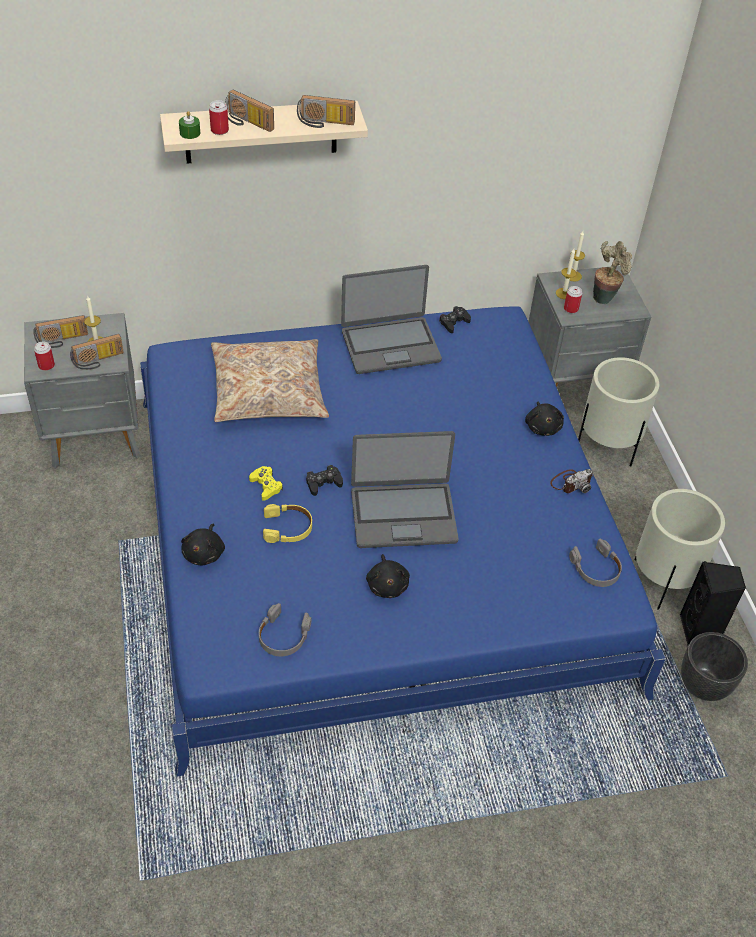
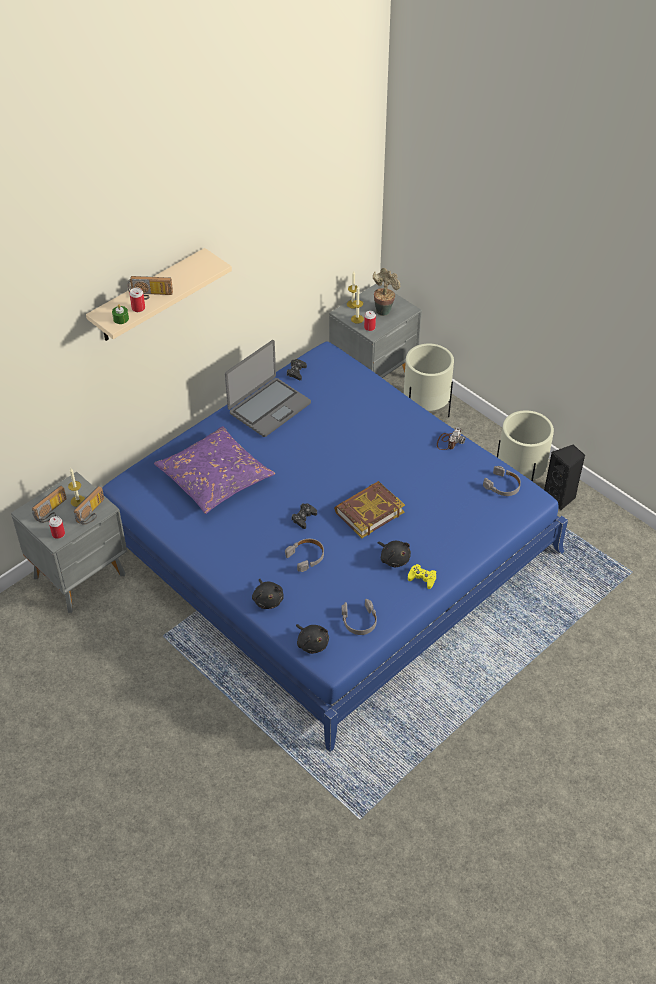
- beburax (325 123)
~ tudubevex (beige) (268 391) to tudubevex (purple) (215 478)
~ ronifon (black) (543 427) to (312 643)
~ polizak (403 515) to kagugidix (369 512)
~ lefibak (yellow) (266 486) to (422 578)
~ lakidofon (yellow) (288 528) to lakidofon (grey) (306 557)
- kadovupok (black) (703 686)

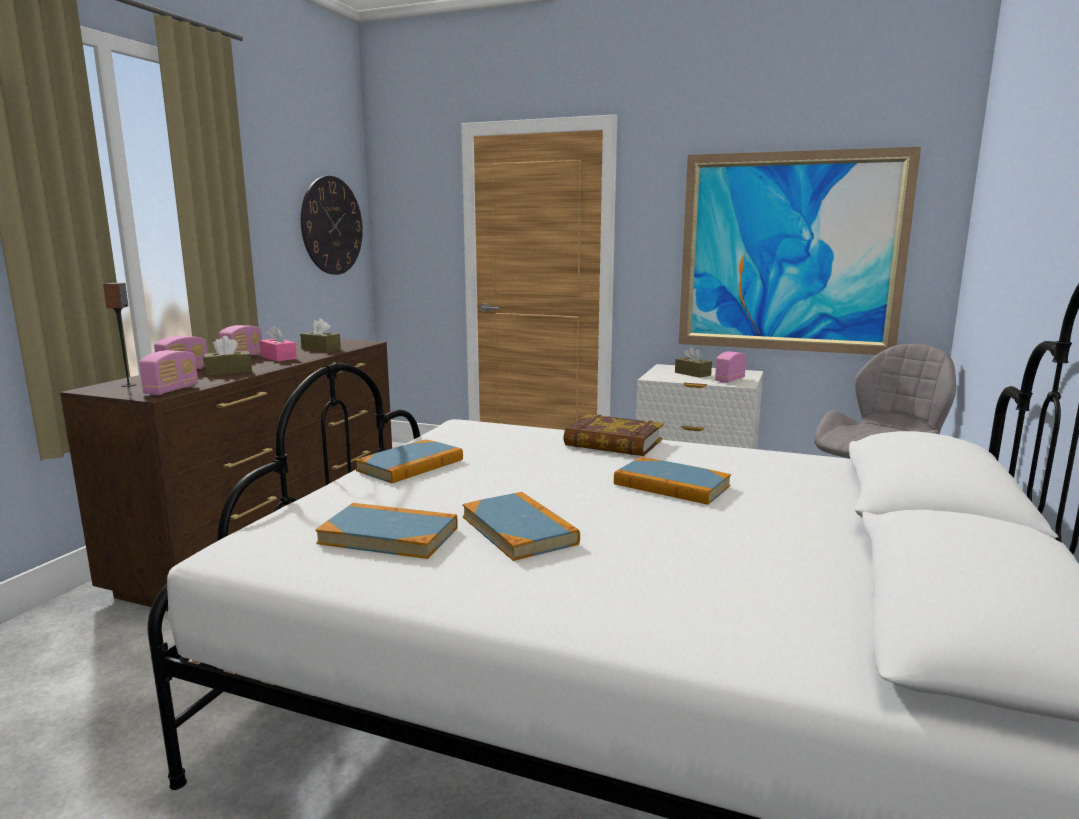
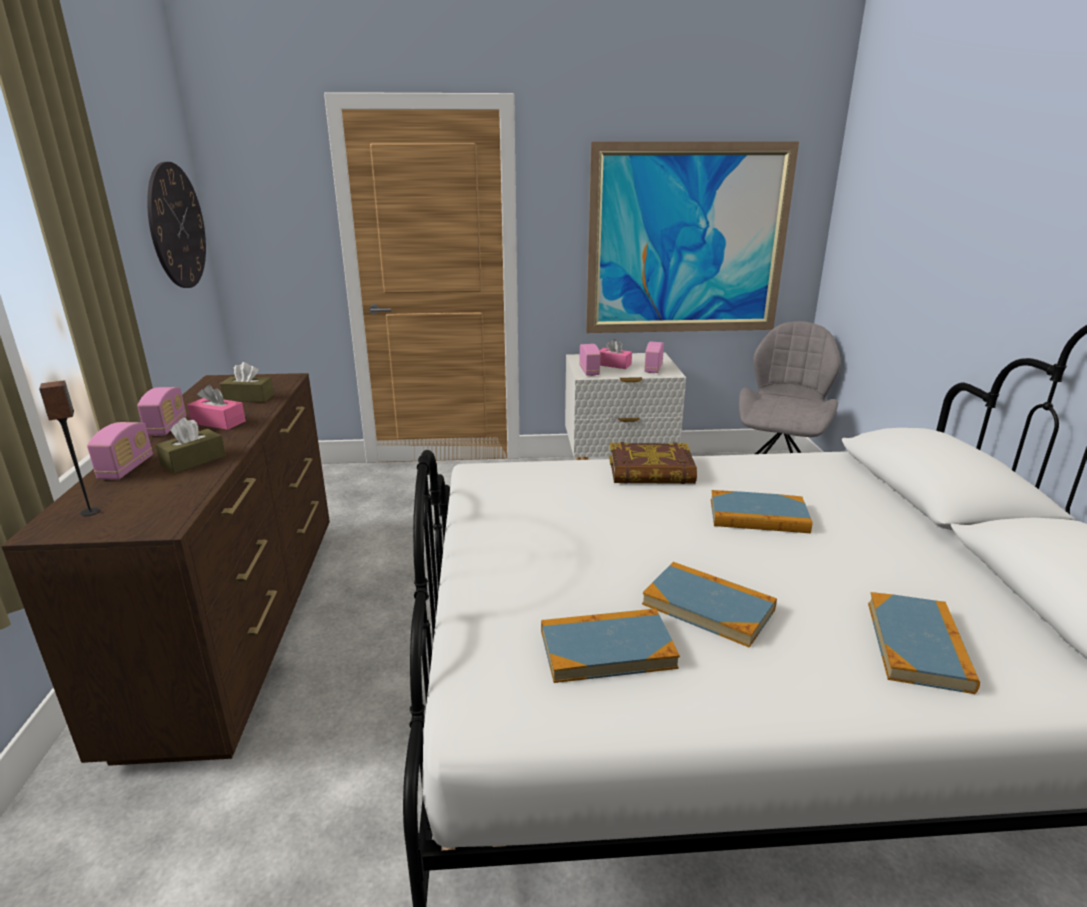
~ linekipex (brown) (692 374) to linekipex (pink) (613 365)
~ beburax (171 390) to (589 371)
~ kagugidix (410 465) to (917 645)

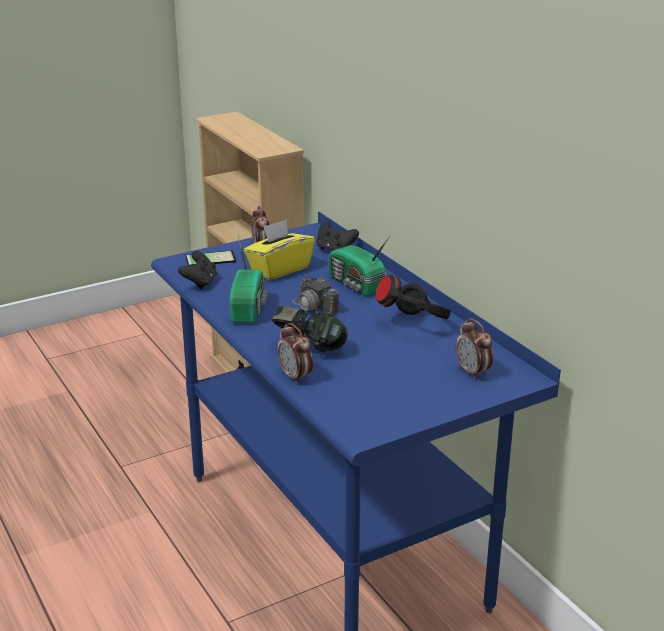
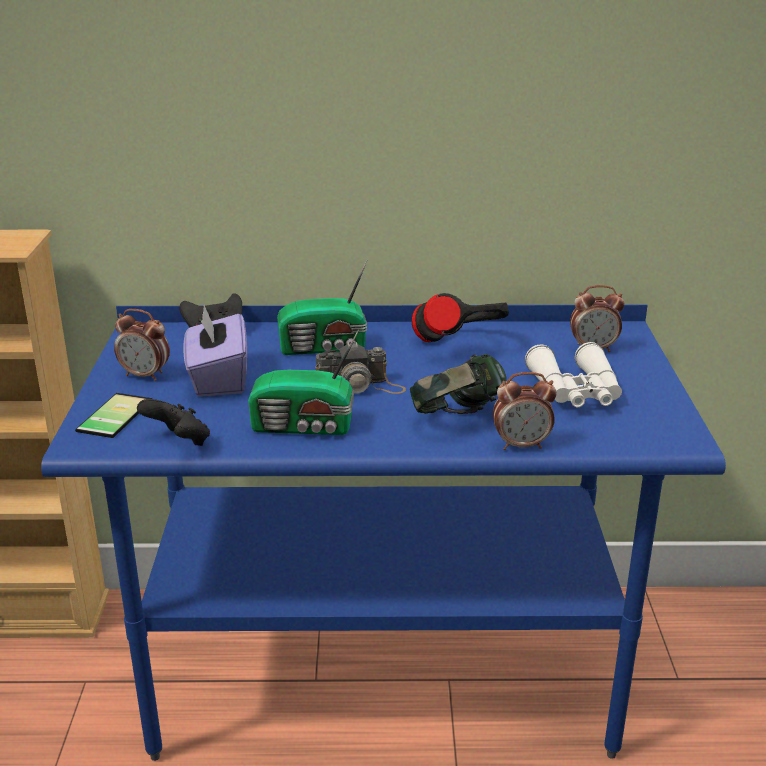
~ linekipex (yellow) (279 269) to linekipex (purple) (218 379)
~ beburax (249 308) = (305 427) 150 degrees clockwise
+ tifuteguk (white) (576 392)

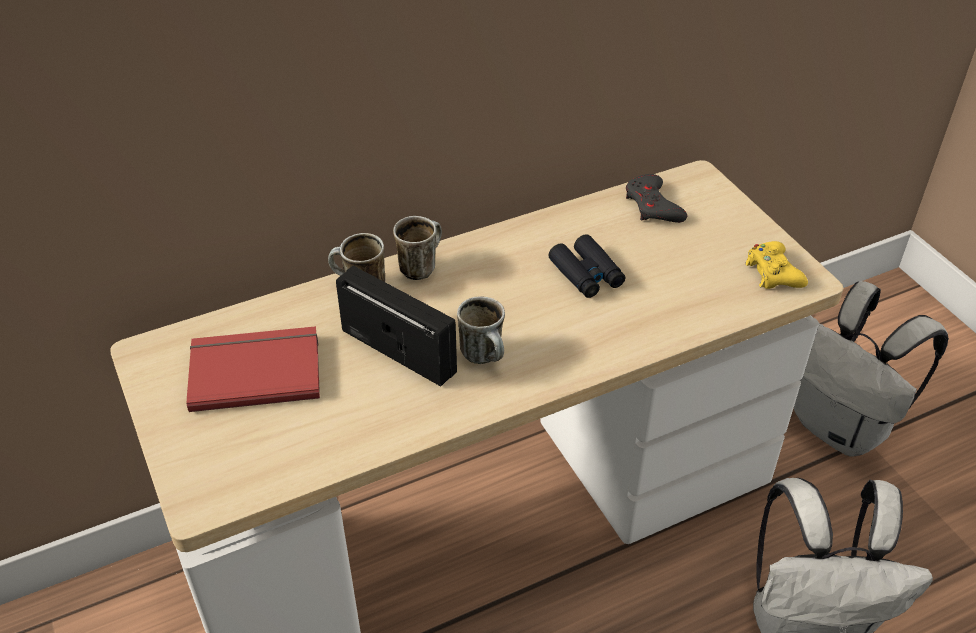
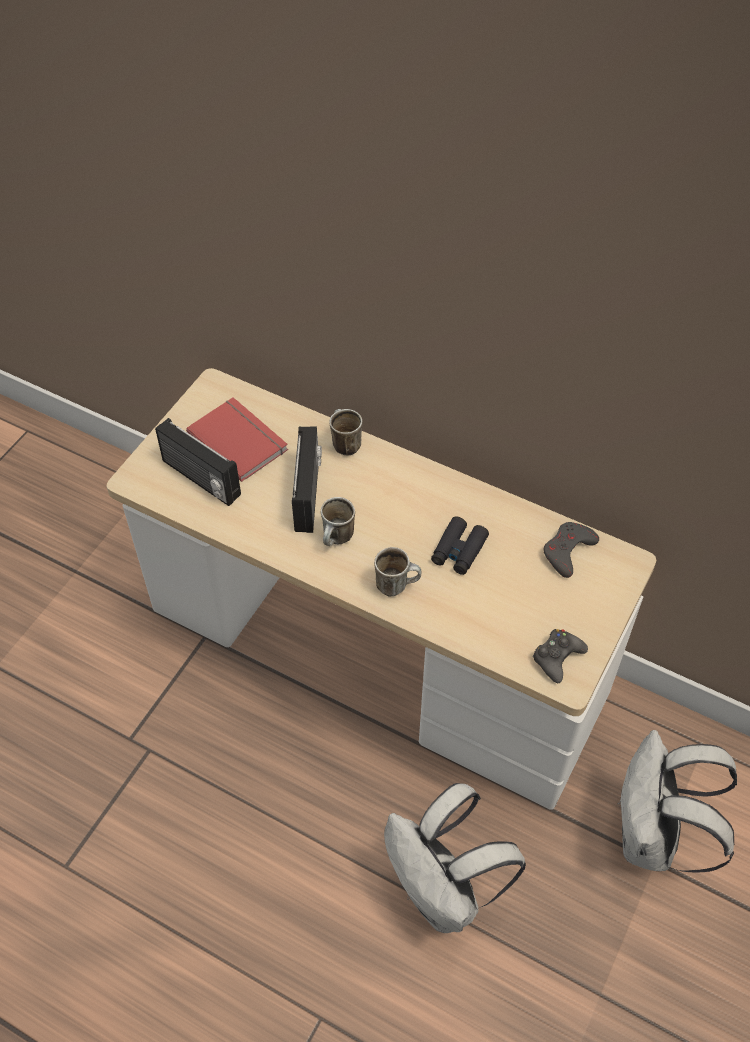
~ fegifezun (420 266) to (397 585)
~ lefibak (yellow) (773 273) to lefibak (black) (557 657)
+ beburax (200 479)

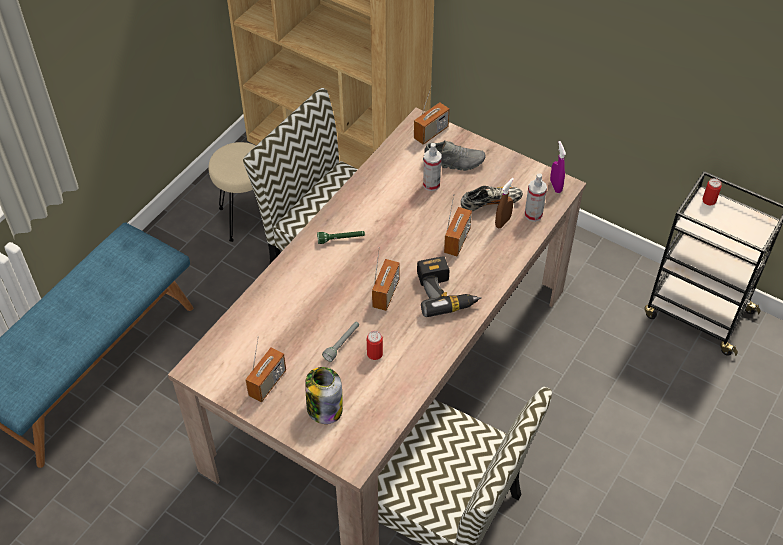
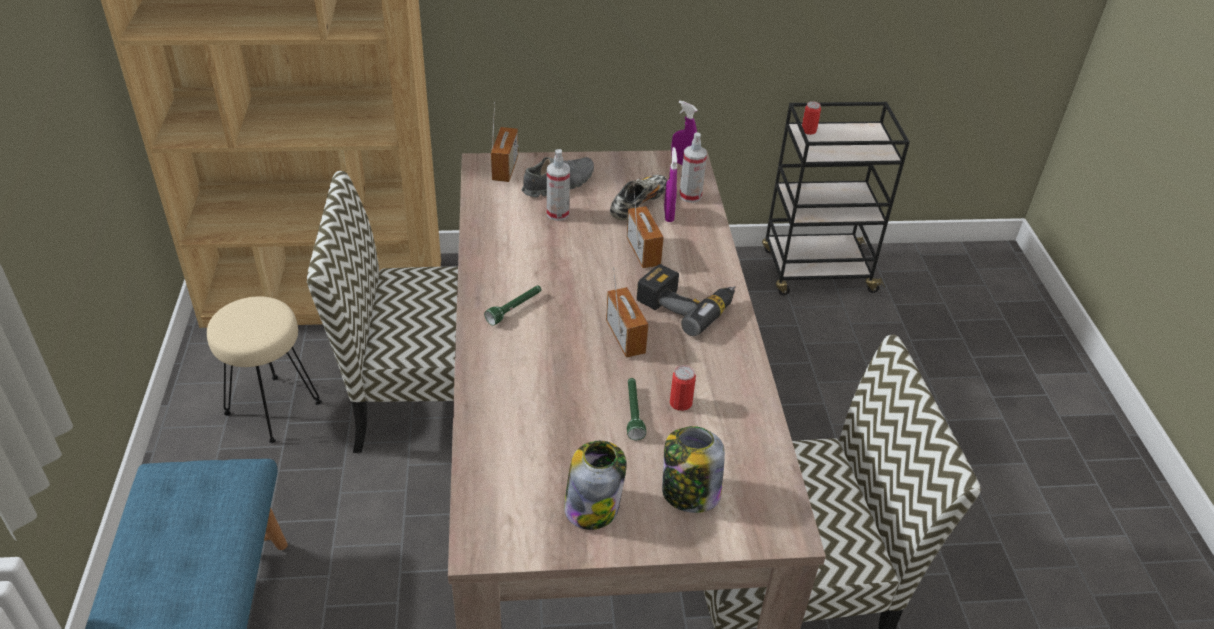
~ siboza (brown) (503 222) to siboza (purple) (668 215)
~ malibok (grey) (342 343) to malibok (green) (633 413)
~ beburax (267 383) to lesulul (592 507)

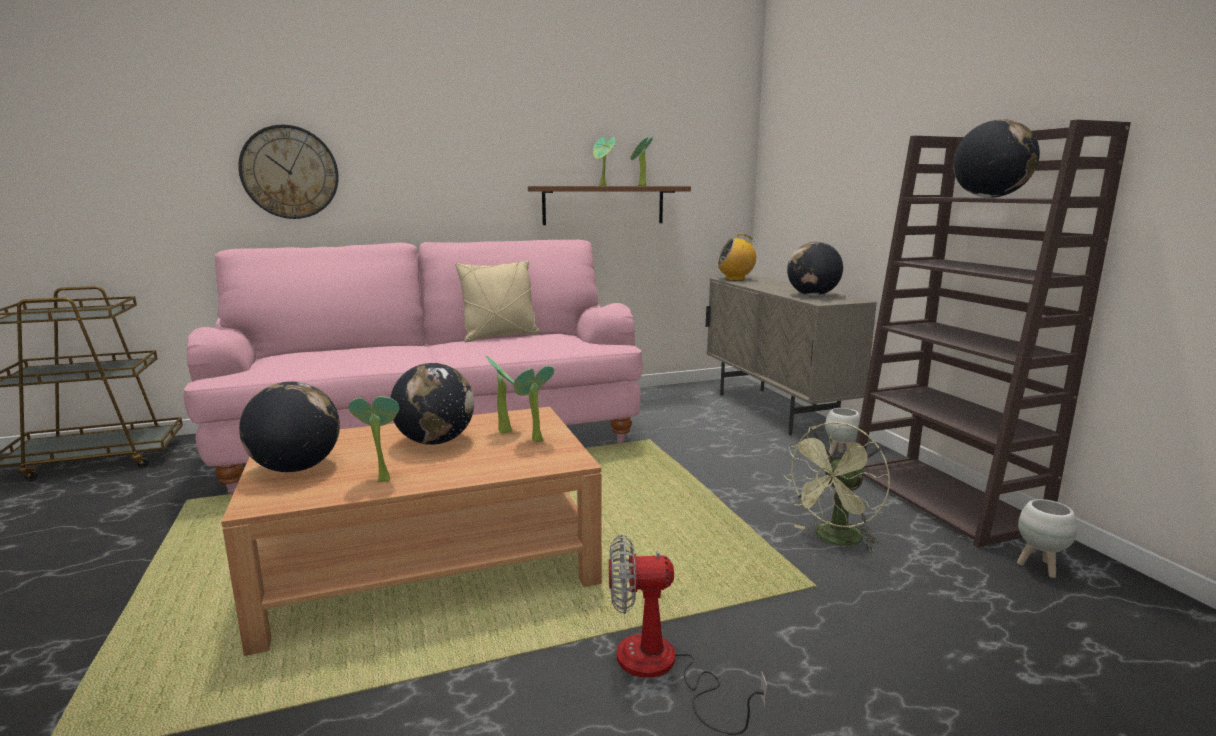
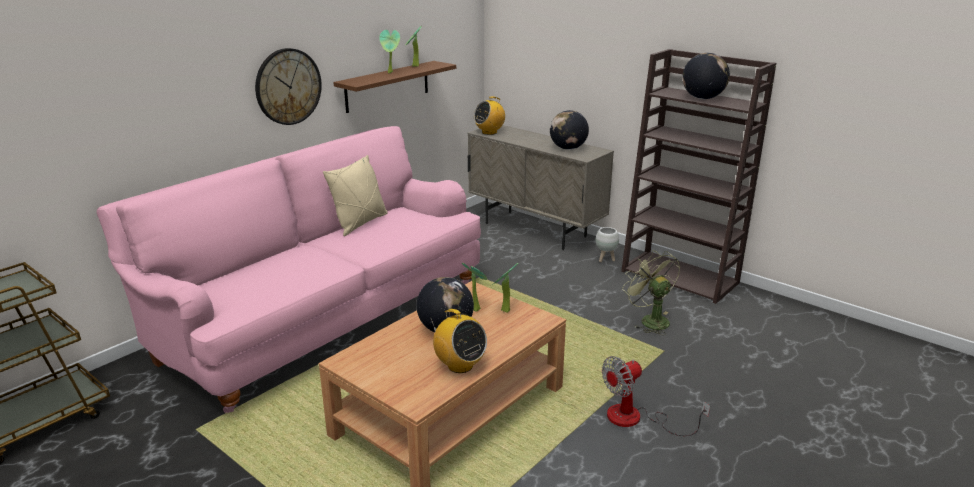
~ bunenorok (290 172) to (288 86)
- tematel (296 468)
~ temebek (381 479) to beburax (460 365)
~ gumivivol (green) (834 540) = (649 320) 135 degrees clockwise
- kadovupok (white) (1039 568)

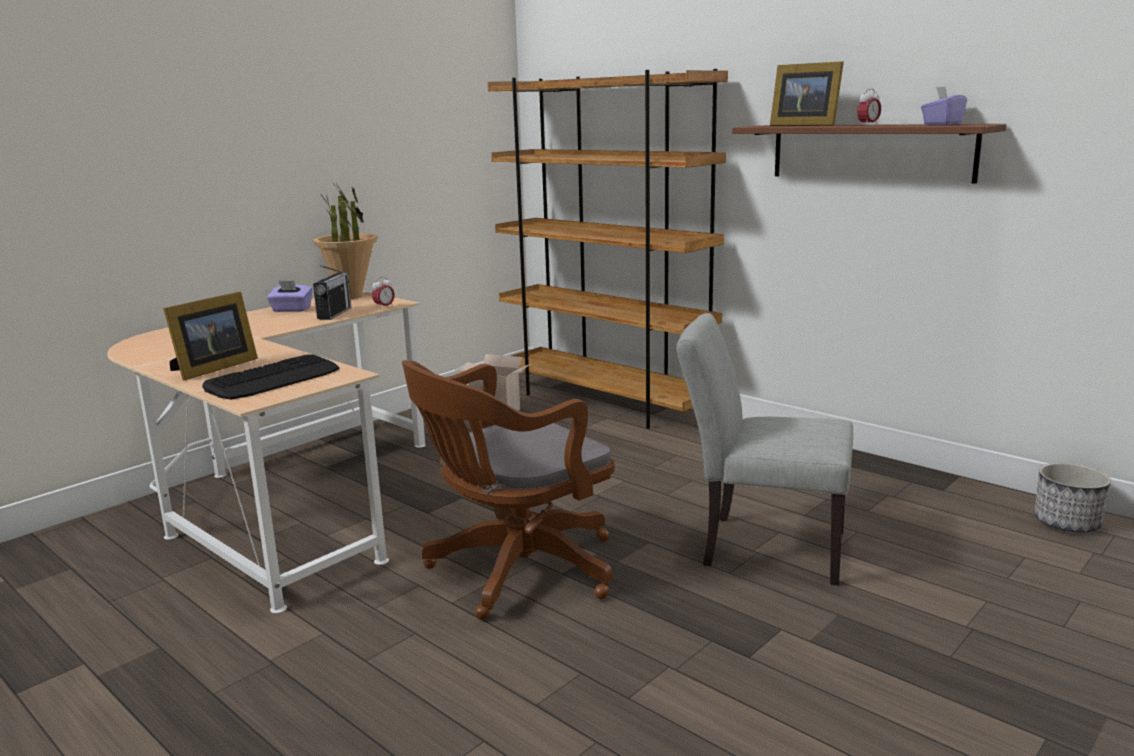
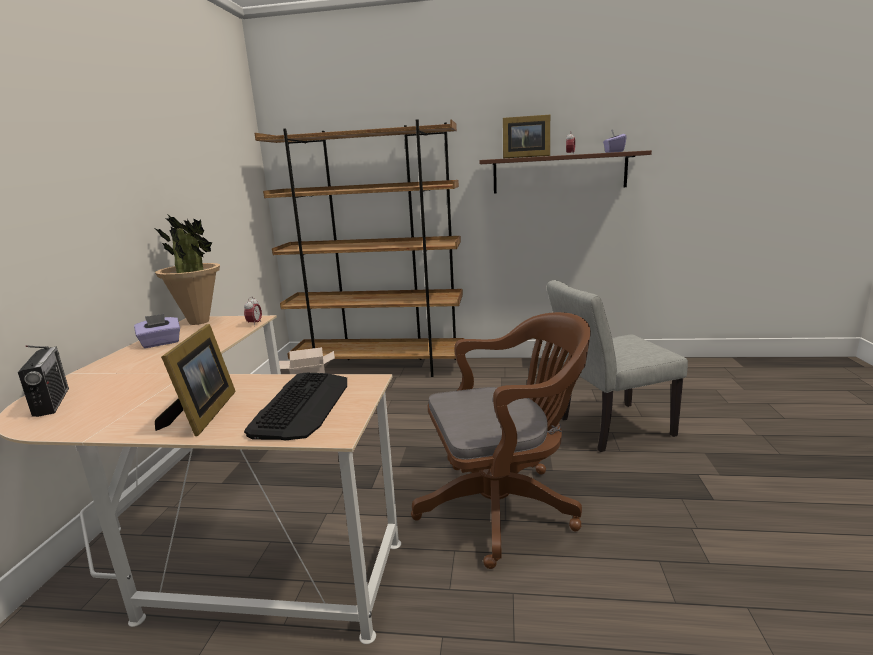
~ beburax (334 313) to (52 402)
~ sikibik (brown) (515 571) = (504 506) 120 degrees counterclockwise
- kadovupok (1067 523)

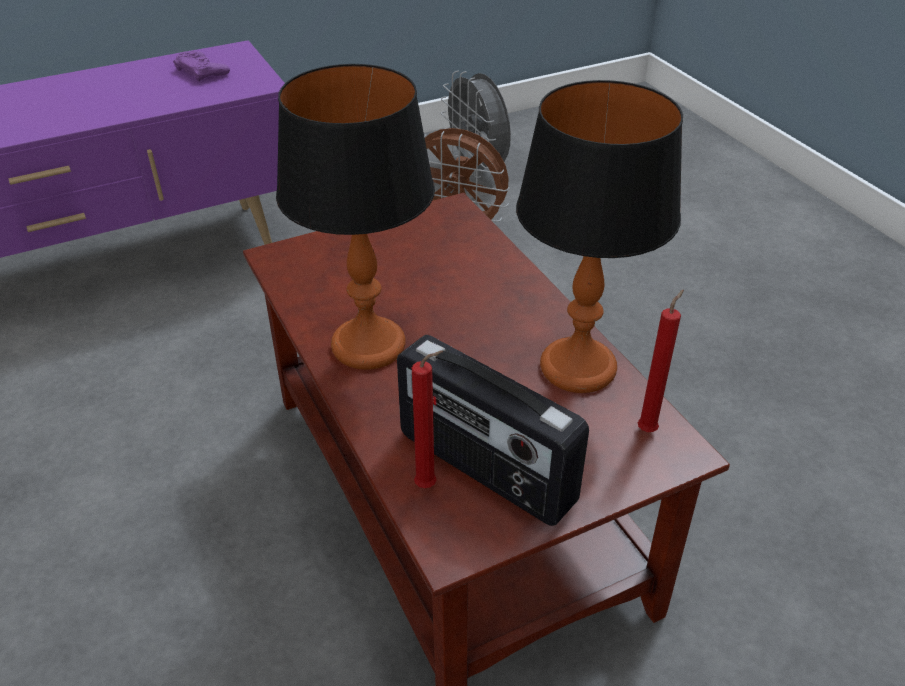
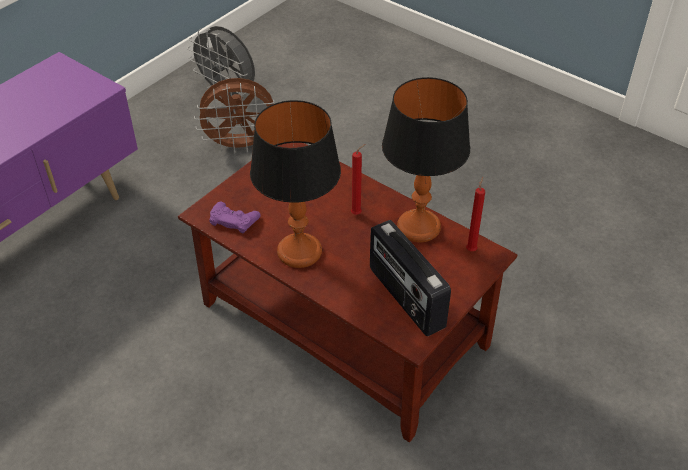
~ lefibak (purple) (202 71) to (234 220)
~ beburax (484 469) = (405 298) 45 degrees clockwise
~ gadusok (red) (429 486) to (357 213)

